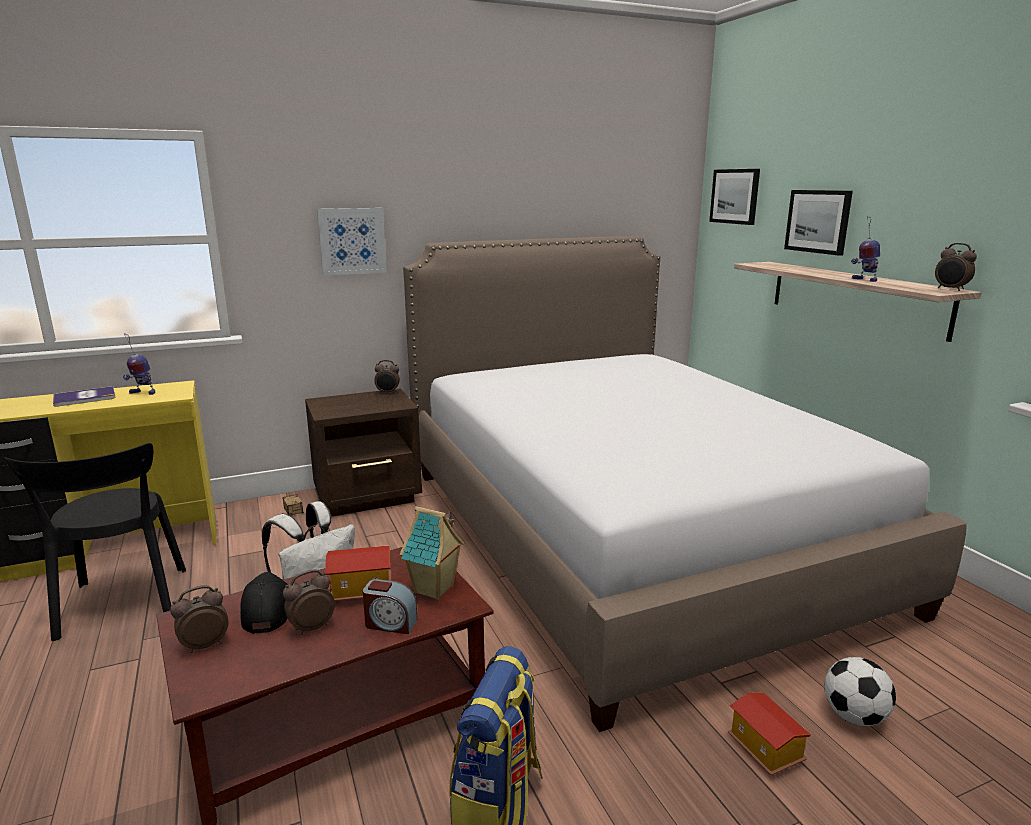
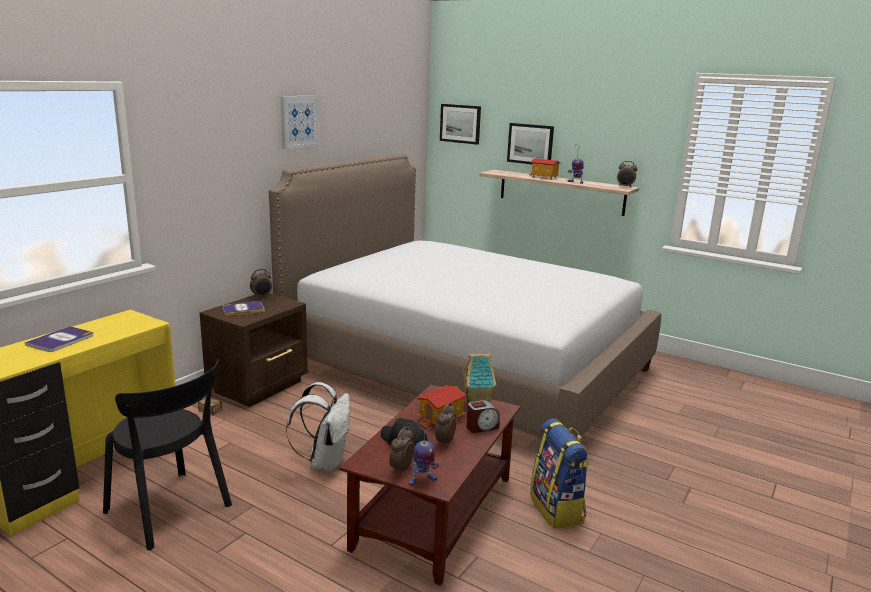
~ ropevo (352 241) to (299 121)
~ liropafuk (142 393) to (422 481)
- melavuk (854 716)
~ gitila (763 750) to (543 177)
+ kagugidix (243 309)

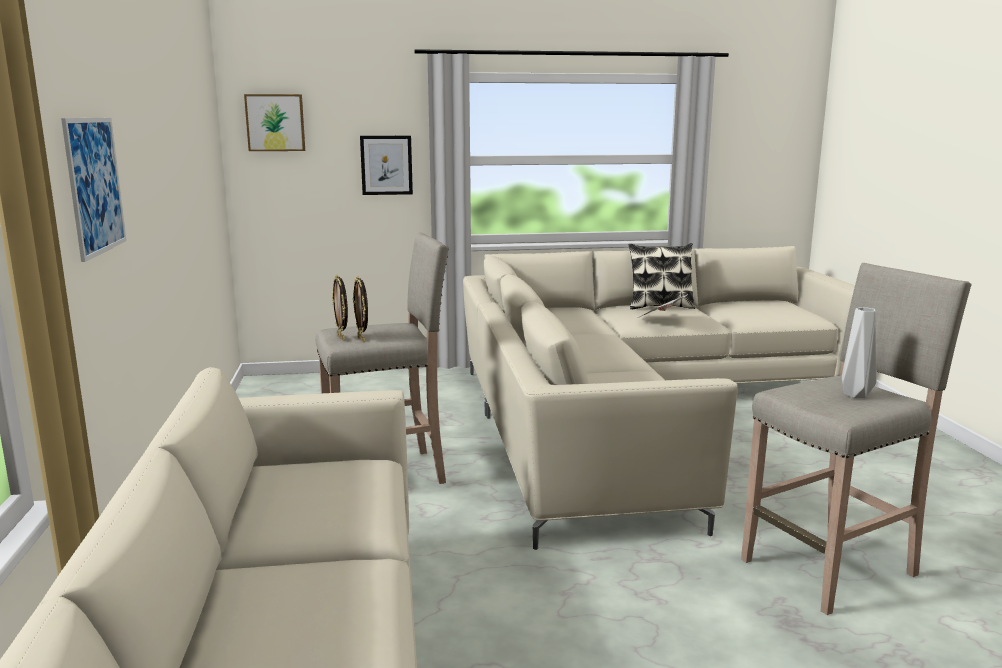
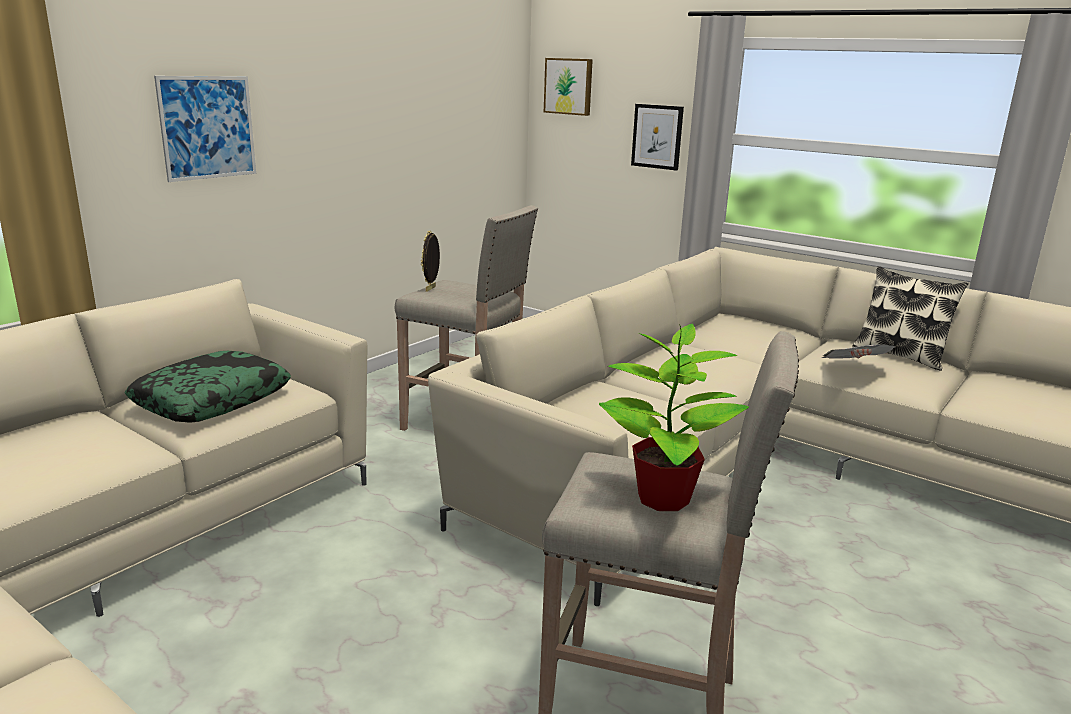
- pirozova (362 339)
~ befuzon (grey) (857 395) to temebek (661 498)
+ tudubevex (212 399)

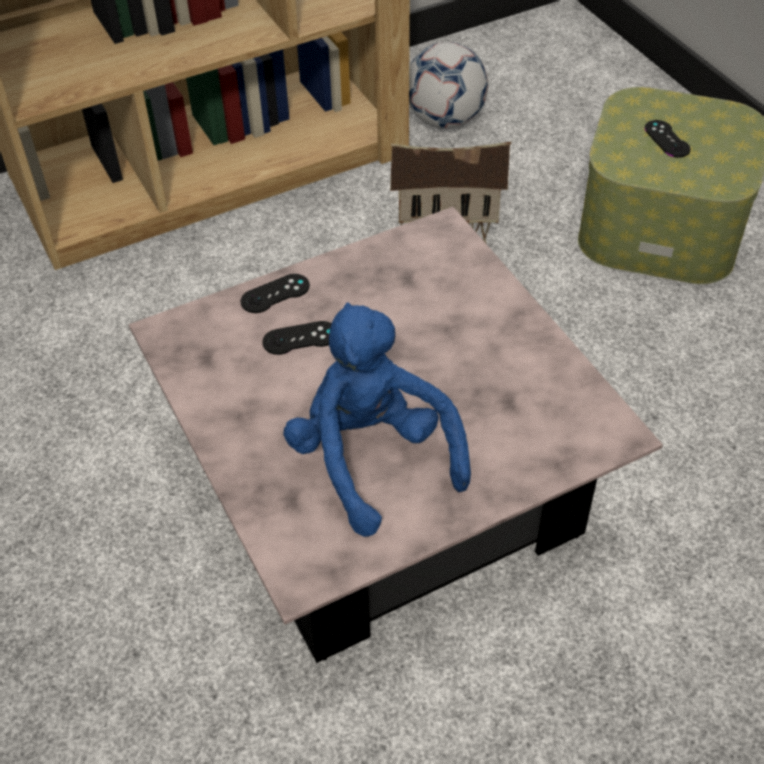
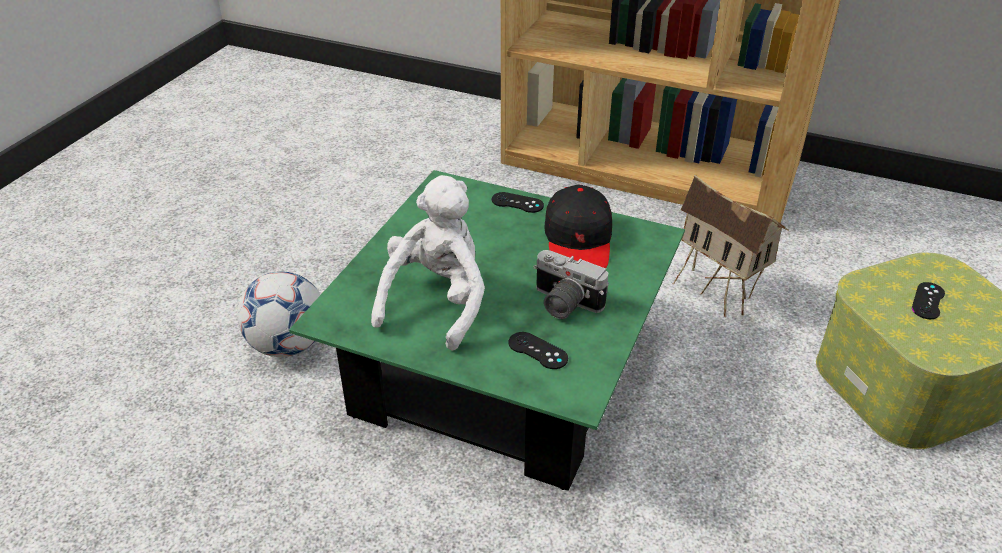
~ melavuk (445 120) to (288 345)
~ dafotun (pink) (384 485) to dafotun (green) (501 372)
~ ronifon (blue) (372 458) to ronifon (white) (437 302)
~ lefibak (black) (300 338) to (537 351)
+ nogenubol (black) (578 241)
+ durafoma (563 304)

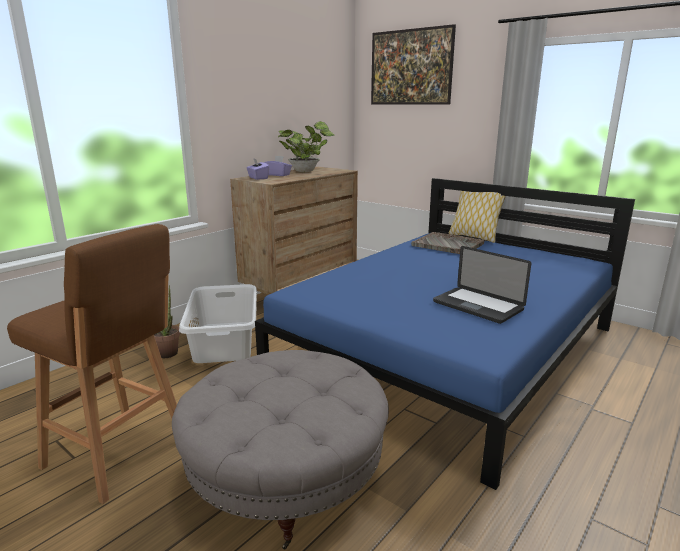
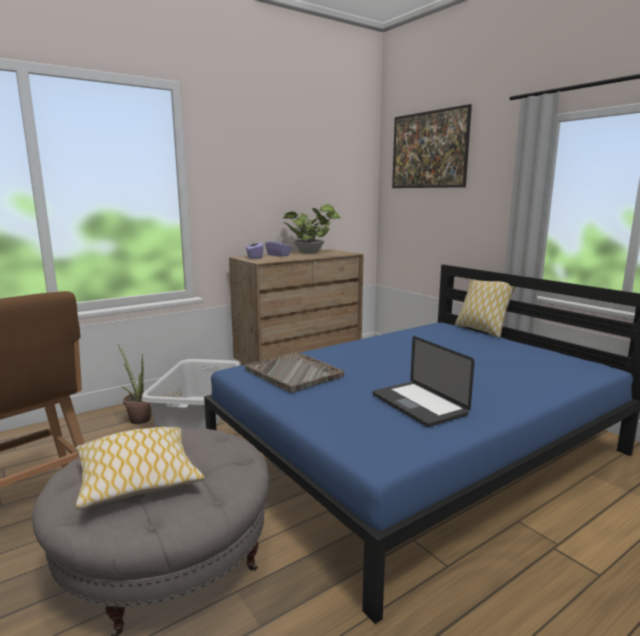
~ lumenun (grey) (448 245) to (294 373)
+ tudubevex (138 479)

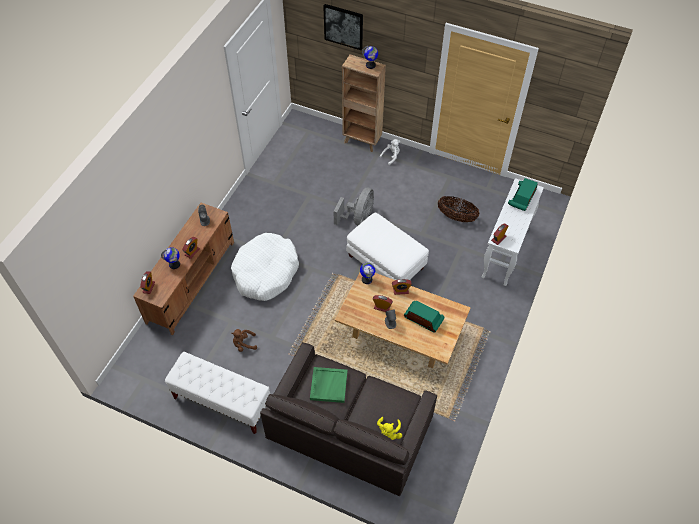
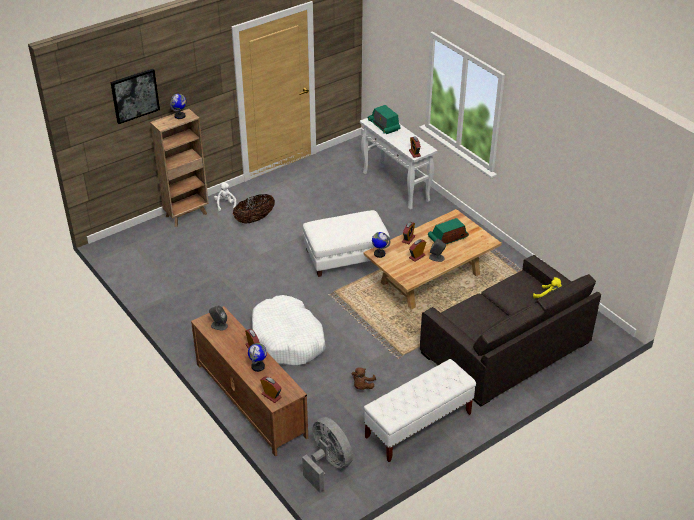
~ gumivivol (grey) (358 218) to (328 465)
~ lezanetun (456 217) to (254 219)
- lumenun (green) (328 385)

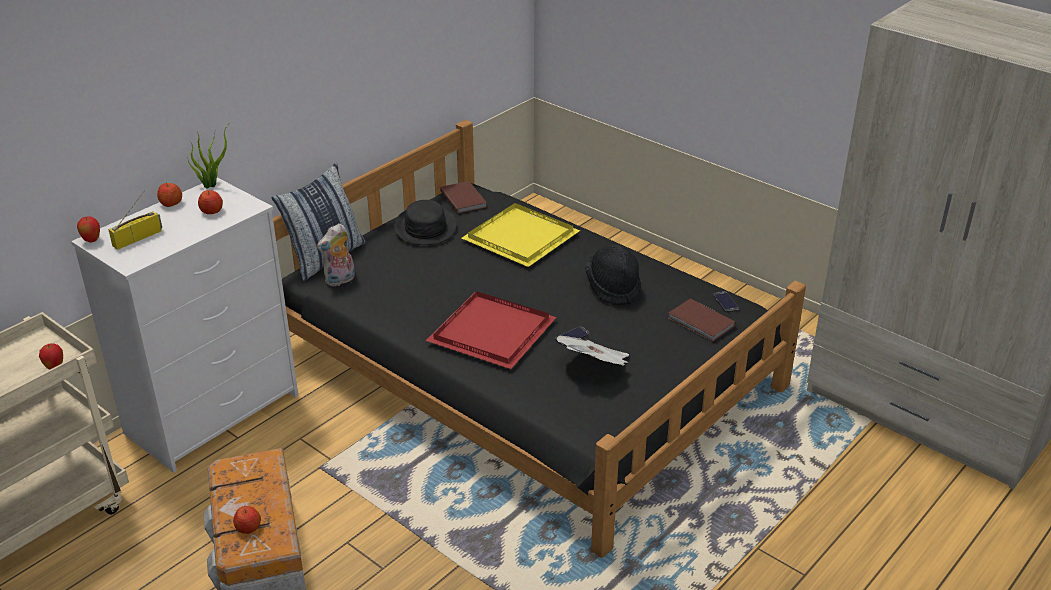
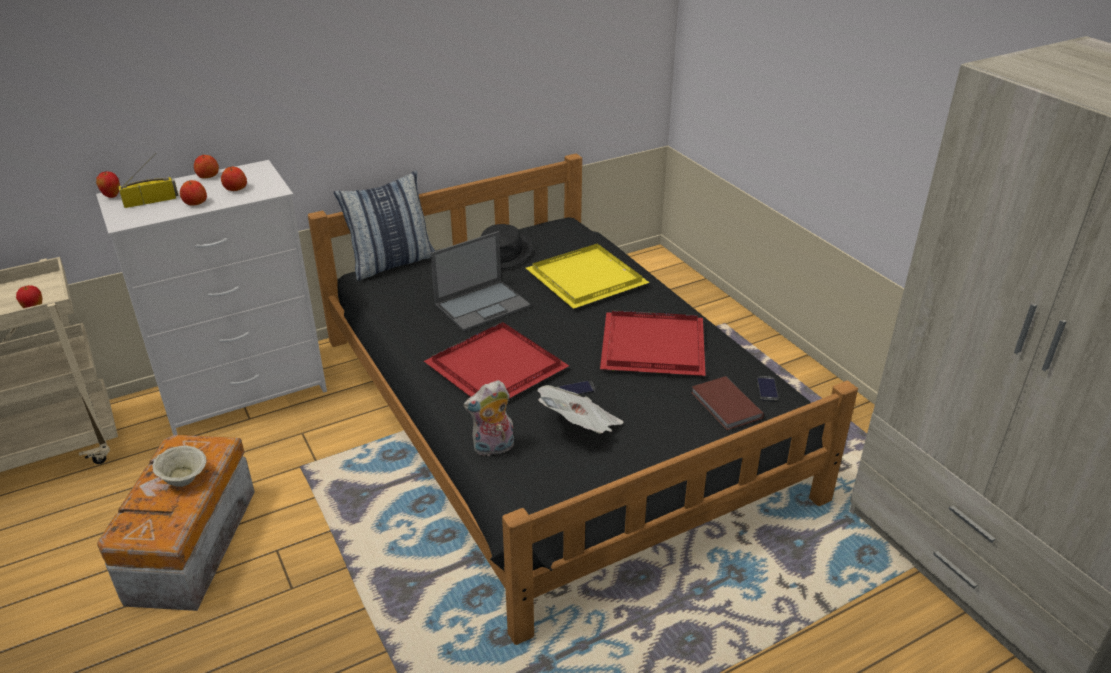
- temebek (212 184)
- kagugidix (brown) (464 198)
~ ronifon (340 280) to (493 449)
~ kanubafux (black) (613 287) to lumenun (red) (651 347)
~ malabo (248 528) to (195 203)
+ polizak (483 305)
+ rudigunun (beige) (184 479)

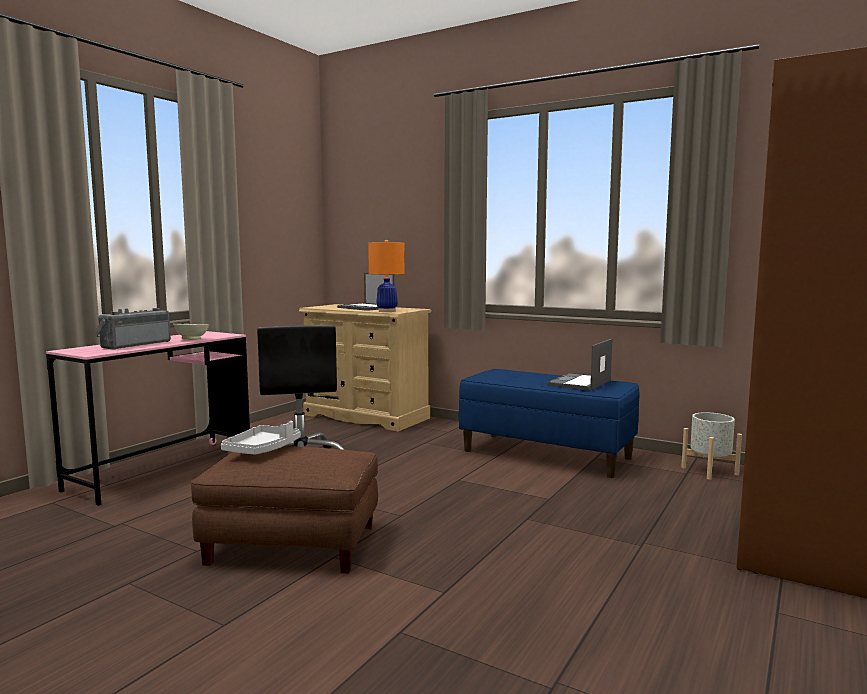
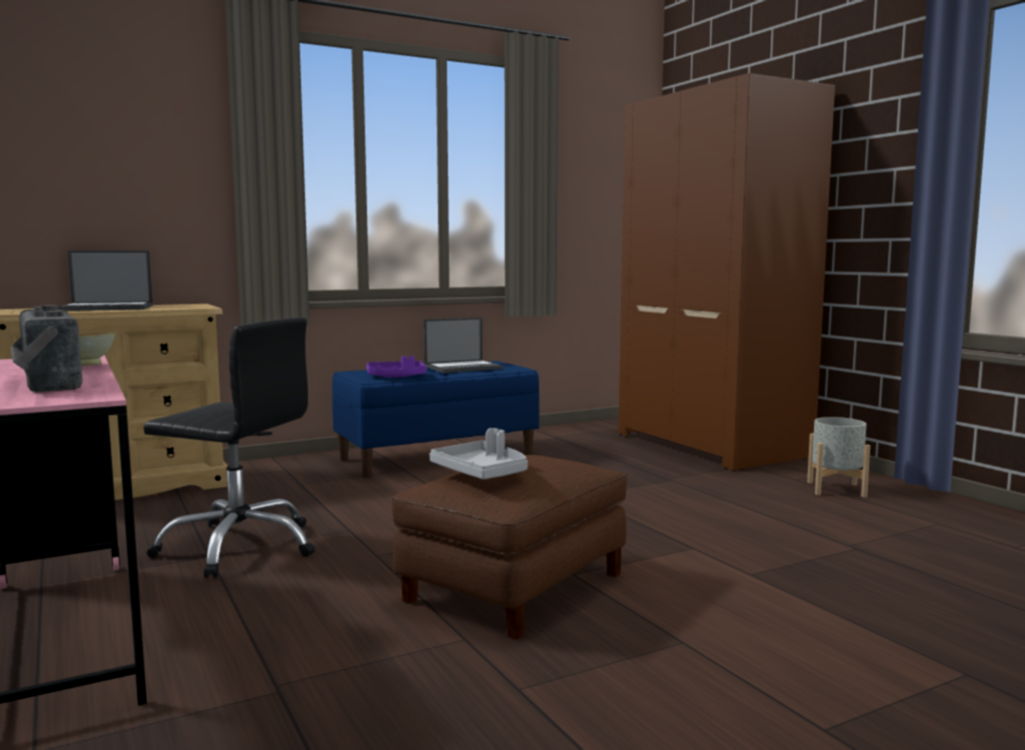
- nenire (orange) (387 311)
~ polizak (579 383) = (464 367) 90 degrees counterclockwise
~ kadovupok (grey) (709 471) to (835 489)
+ lumenun (purple) (396 377)

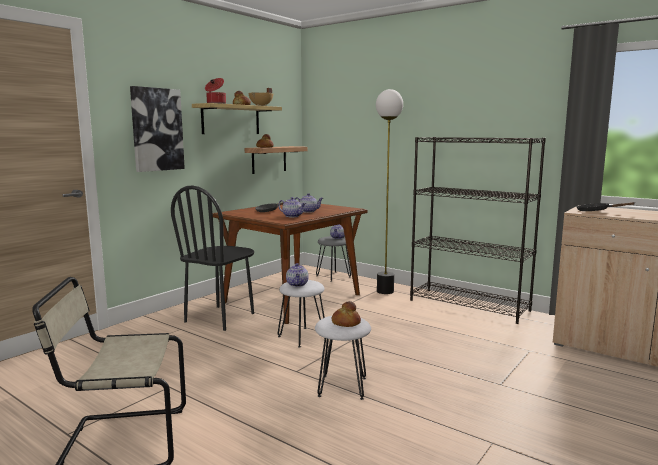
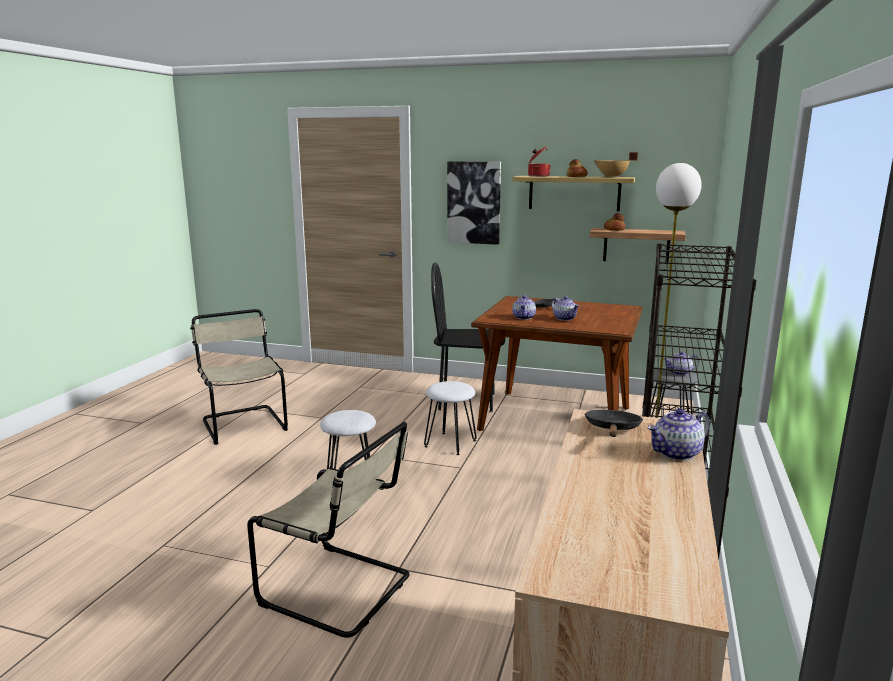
~ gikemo (297 284) to (676 453)
- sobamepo (345 323)
+ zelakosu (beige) (340 590)

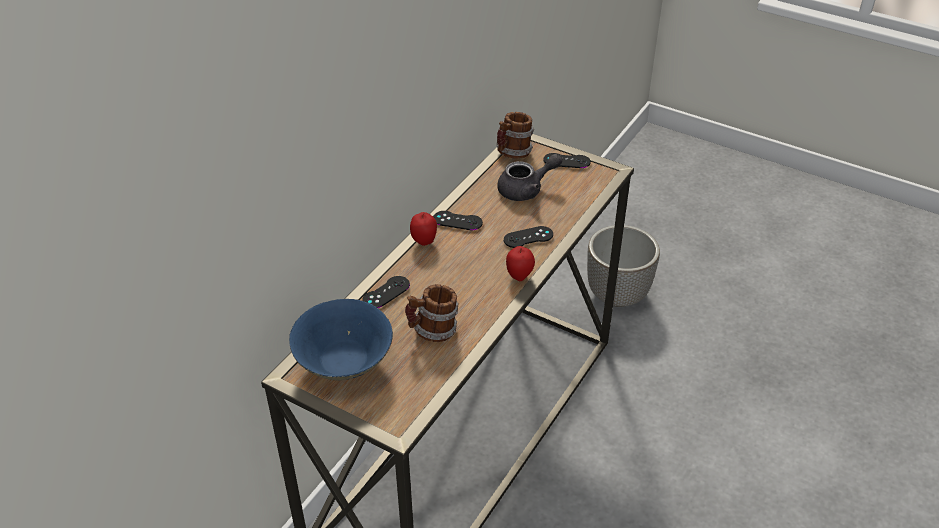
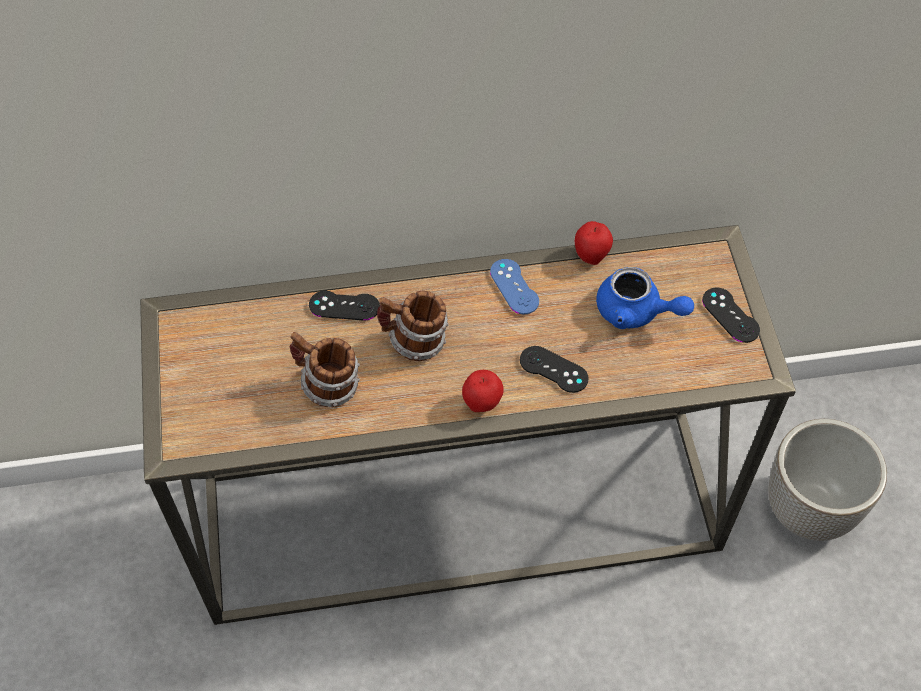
~ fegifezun (513 153) to (414 342)
~ gikemo (grey) (526 190) to gikemo (blue) (636 312)
~ lefibak (black) (457 221) to lefibak (blue) (514 287)
~ malabo (424 241) to (591 256)
- rudigunun (blue) (344 362)

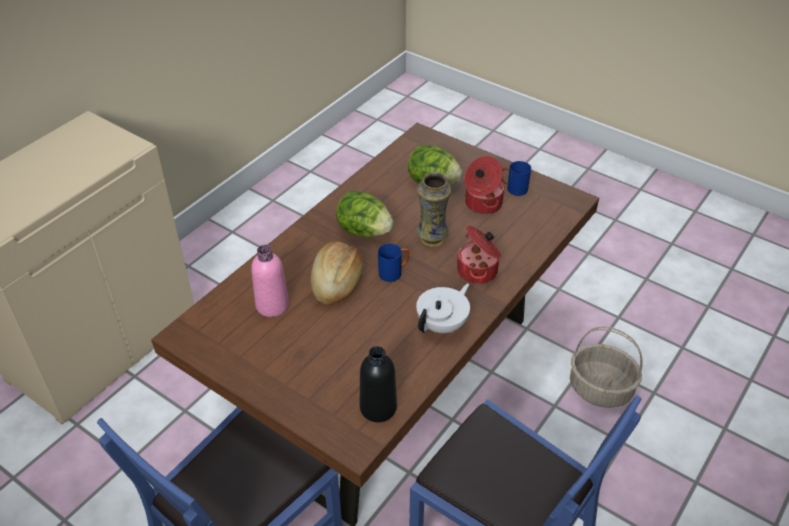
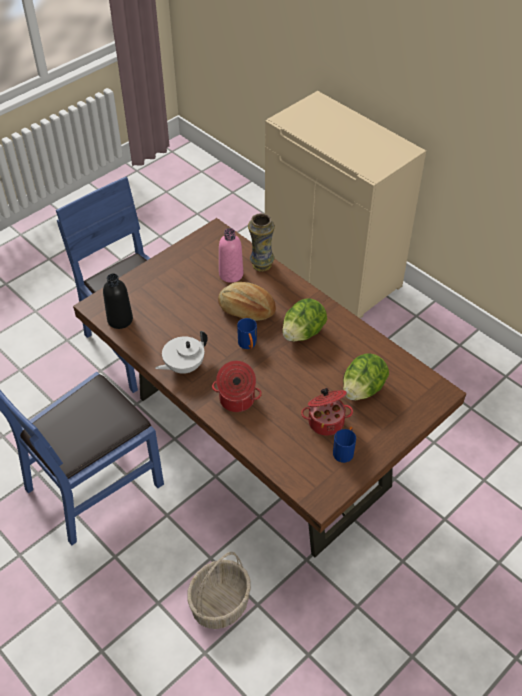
~ befuzon (432 239) to (261 264)
~ gikemo (white) (443 325) = (183 366) 90 degrees clockwise

